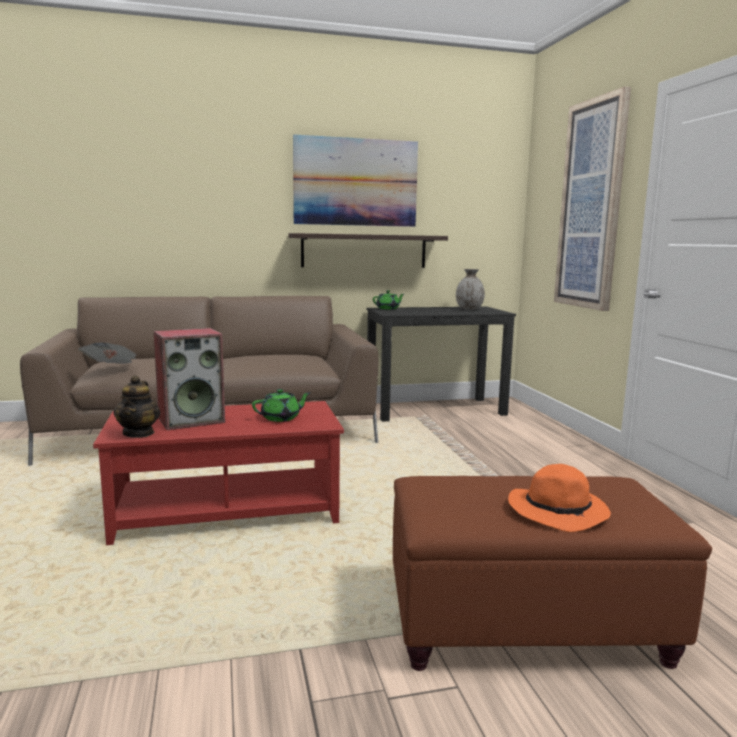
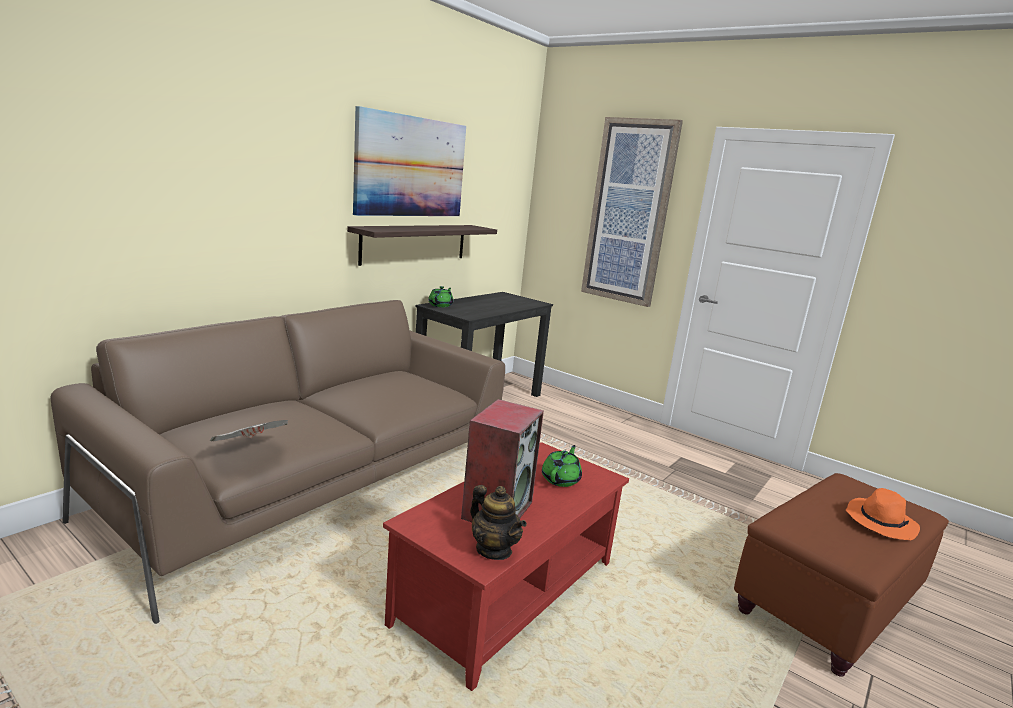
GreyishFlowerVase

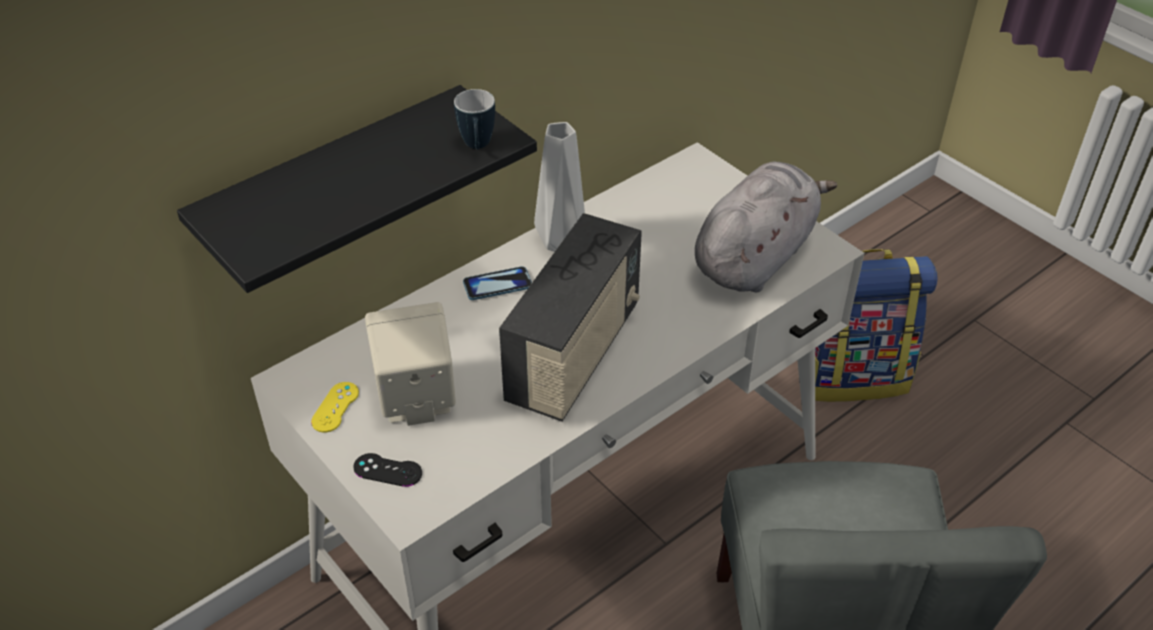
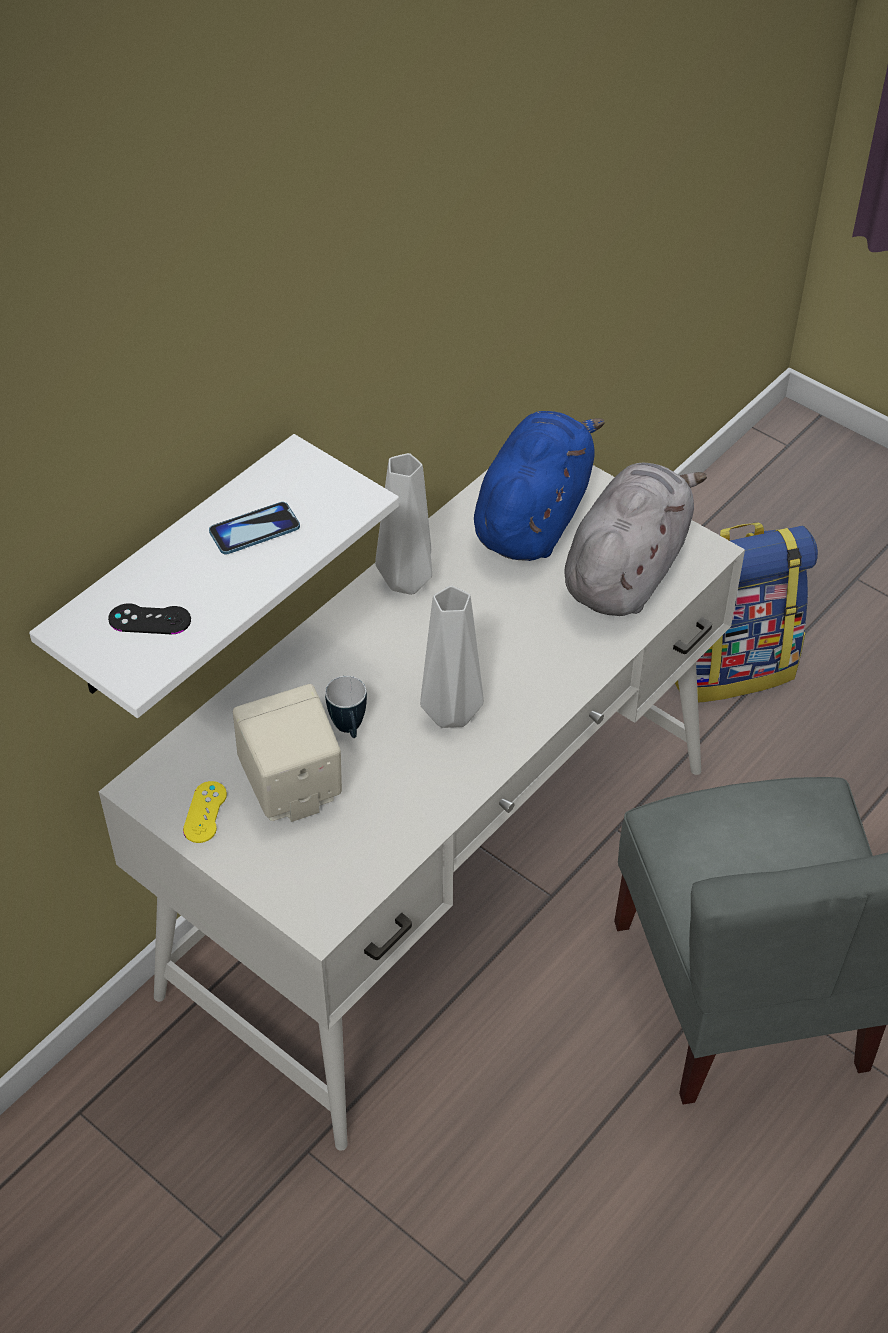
WhiteColouredShelf; BlackGamepad; Telephone; CoffeeMug; GreyishFlowerVase (2nd from left); BluishPlushToy

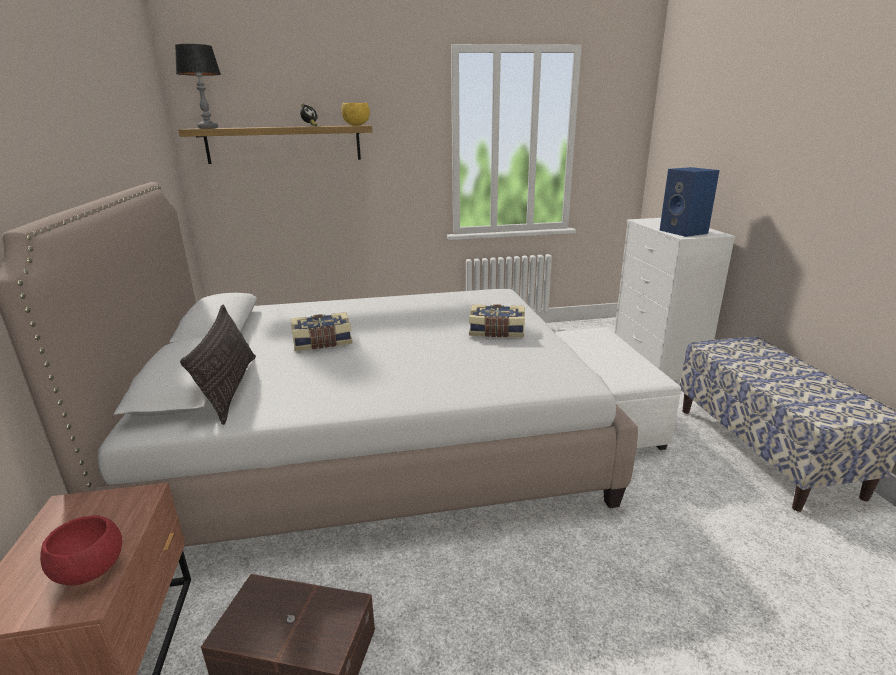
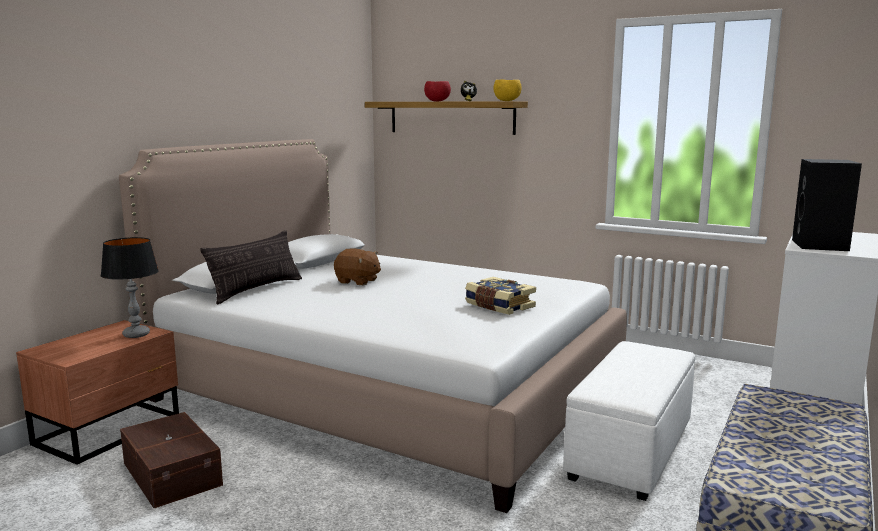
TabletopLamp; BrownishPlushToy; ReddishDeepDish; BlackAudioSpeaker

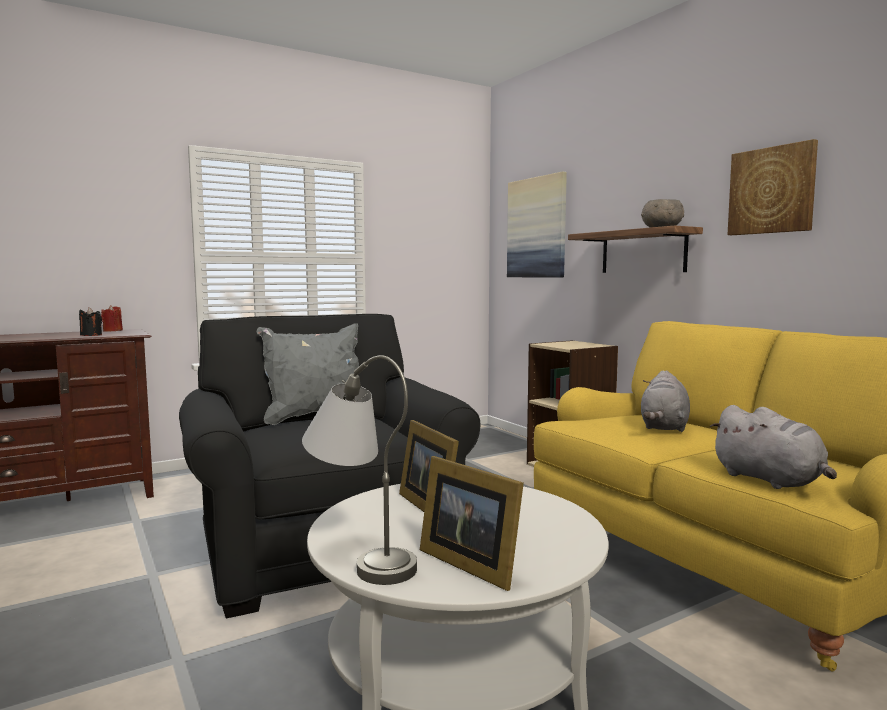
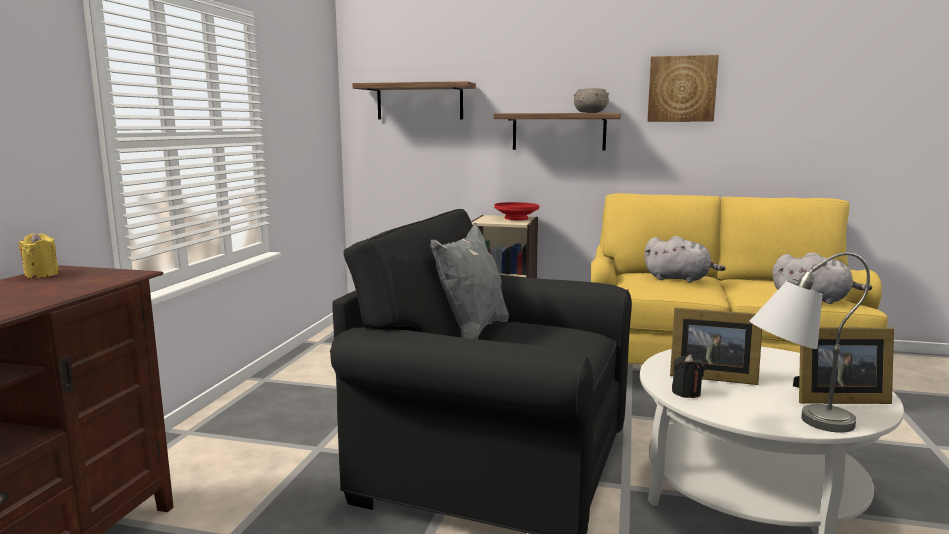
YellowishCandle; Shelf (1st from left); ReddishDeepDish; GreyishPlushToy (1st from left); BlackCandle

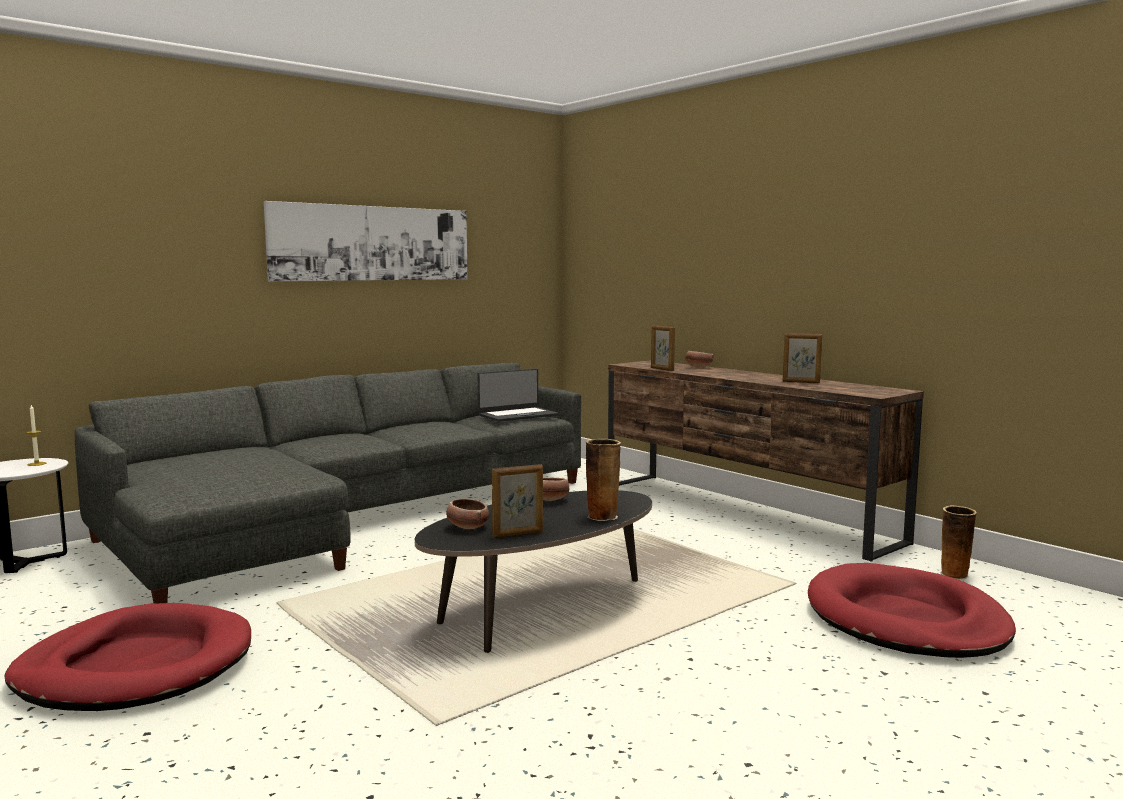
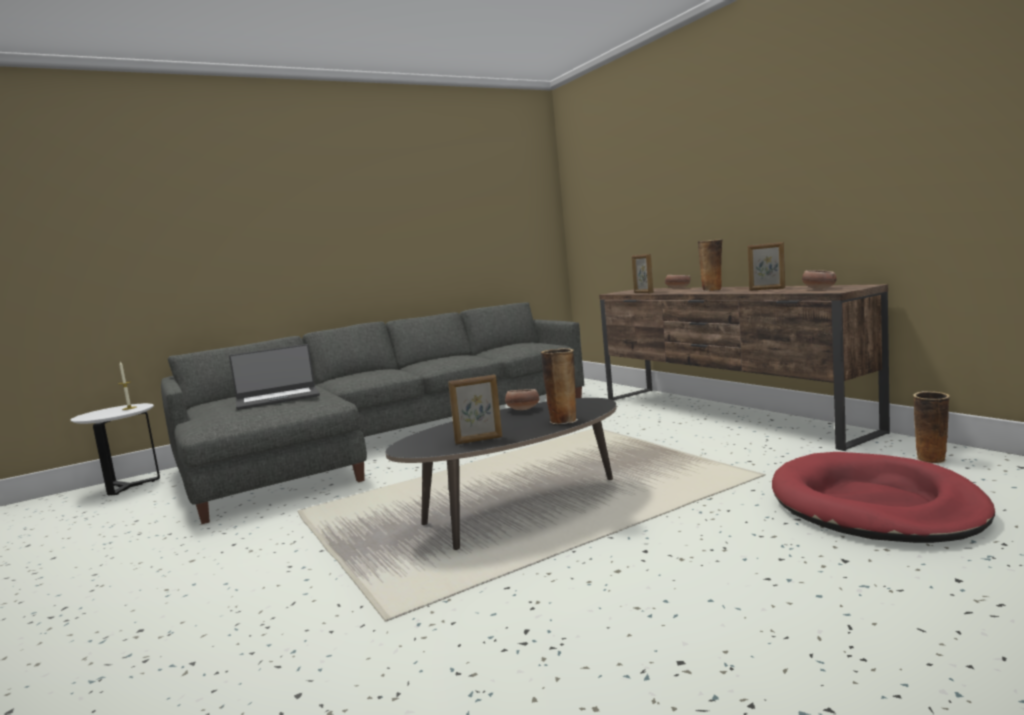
Laptop; FlowerVase (2nd from left); DeepDish (3rd from left); ReddishDogCushion (1st from left in the first image); Picture

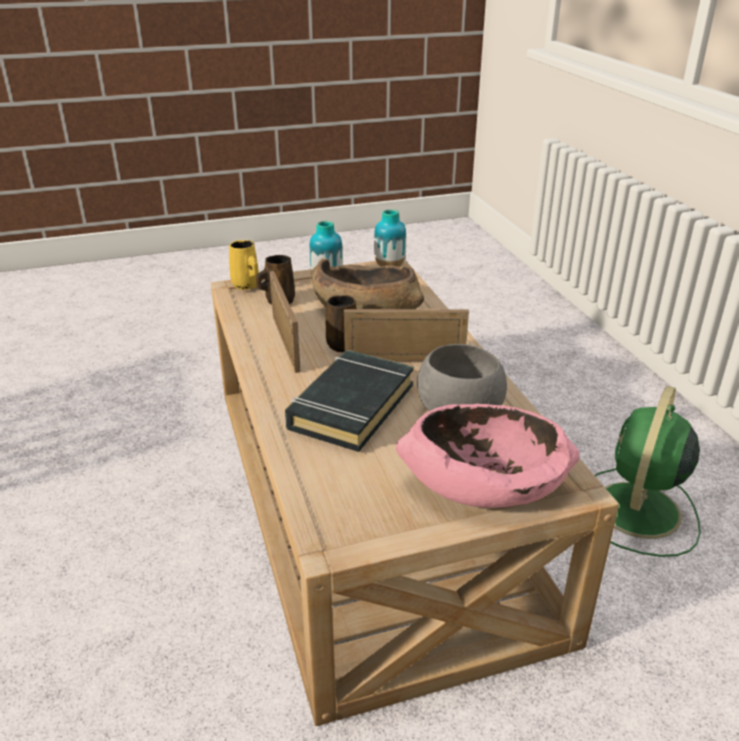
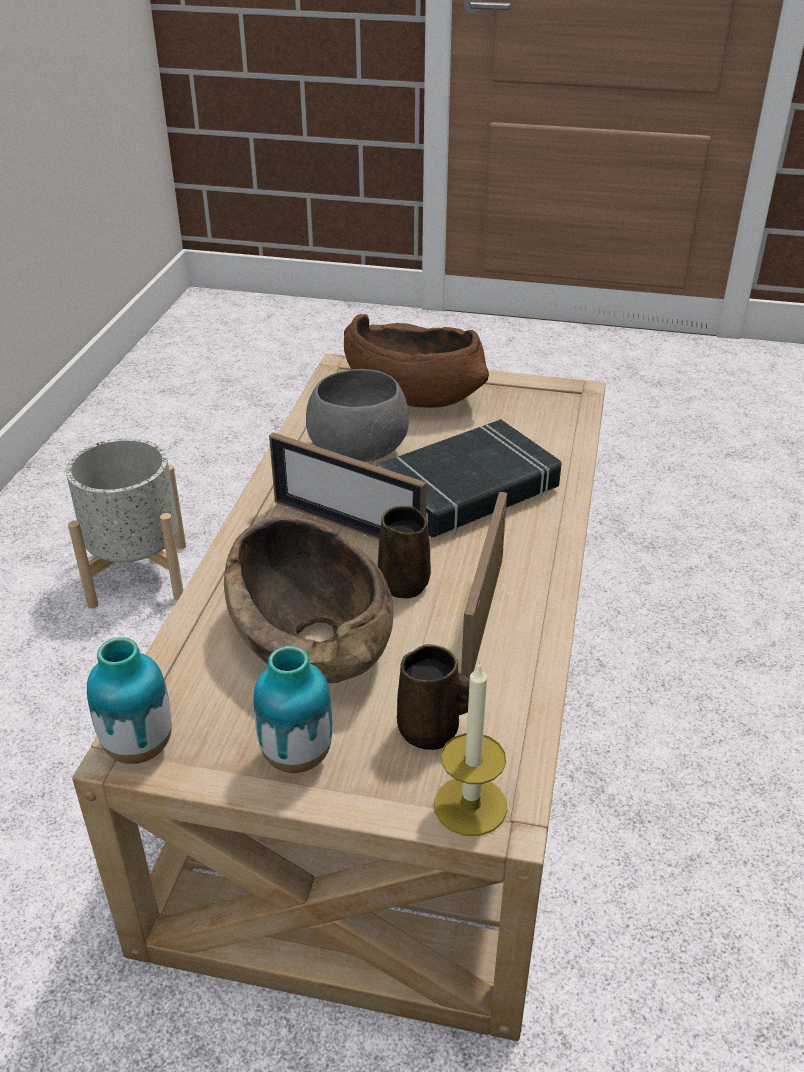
GreyishFlowerPot; BrownishDeepDish (2nd from left); Candle

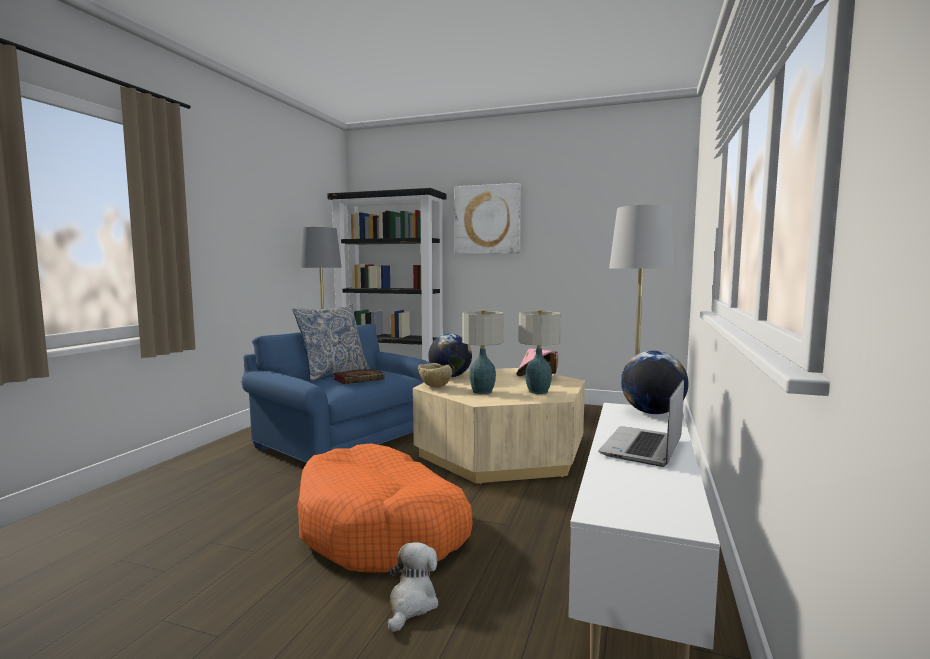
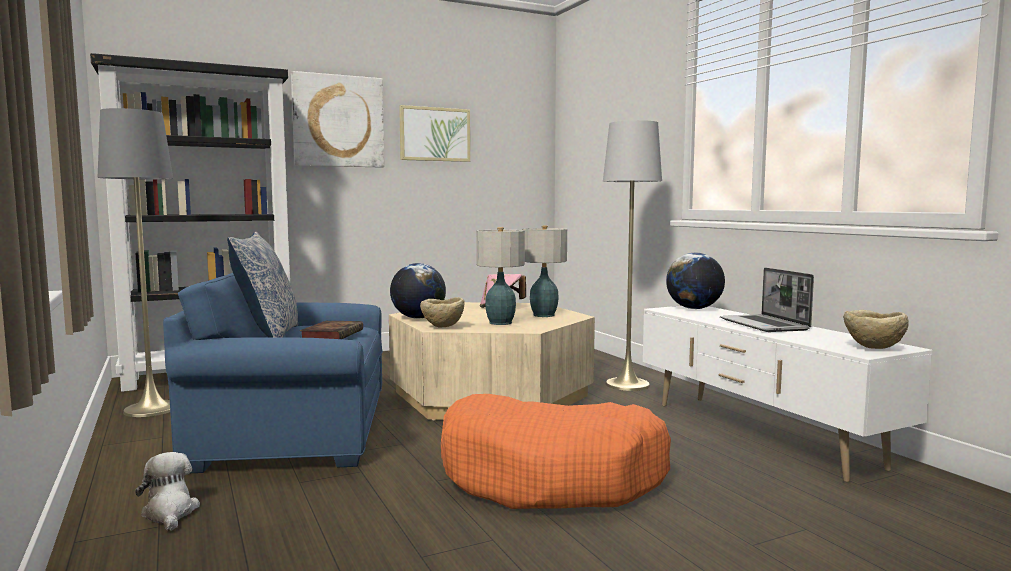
PlushToy; Picture (2nd from left); BeigeDeepDish (2nd from left)

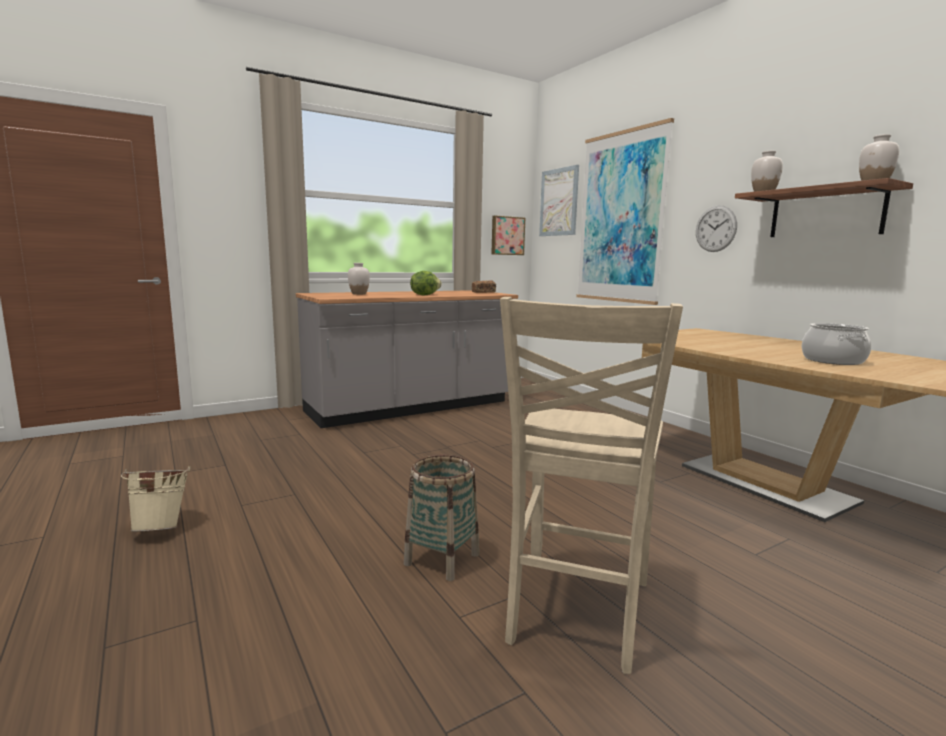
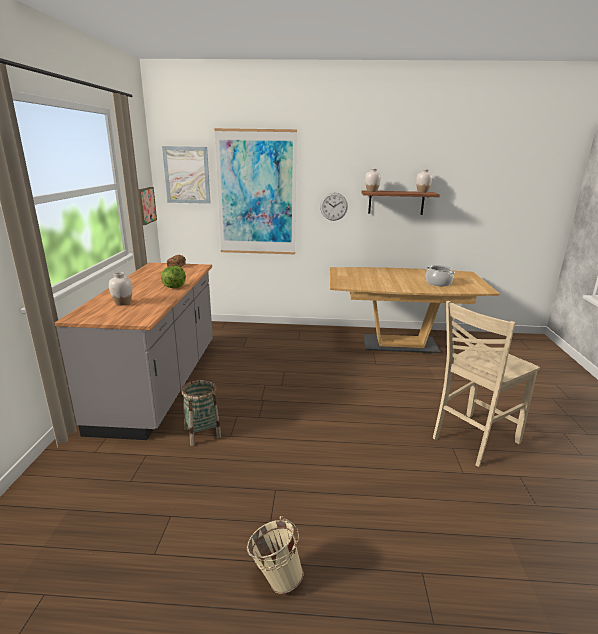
HouseholdBasket; BeigePlainChair

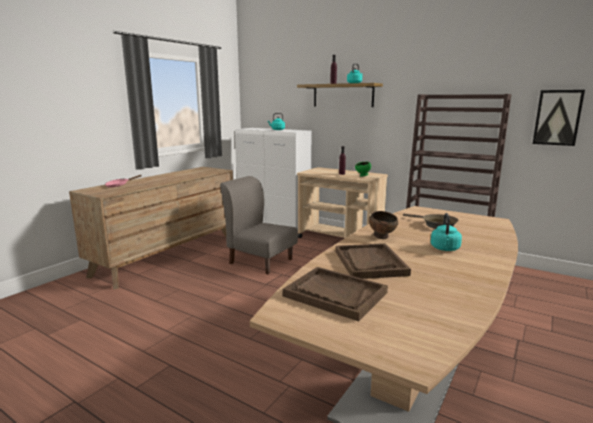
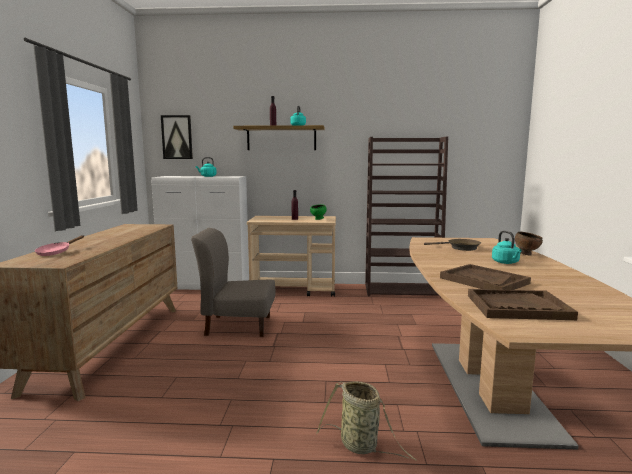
Picture; HouseholdBasket; BrownishDeepDish

